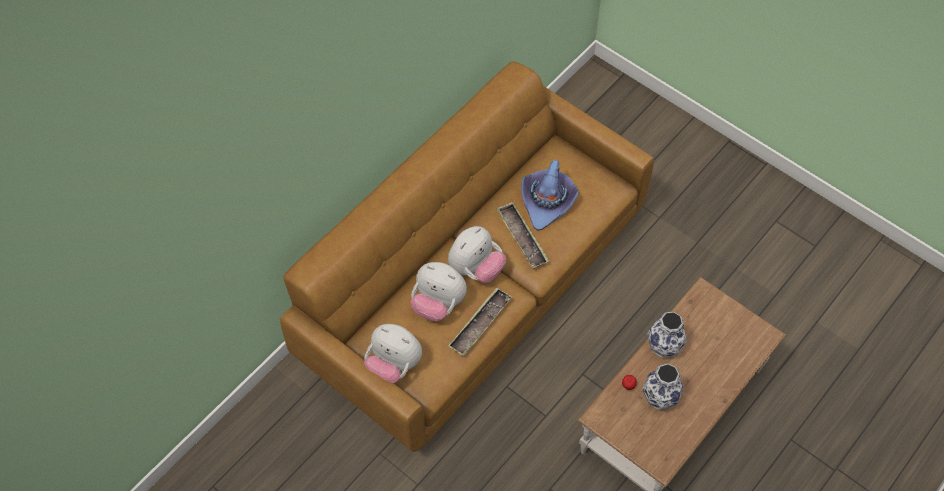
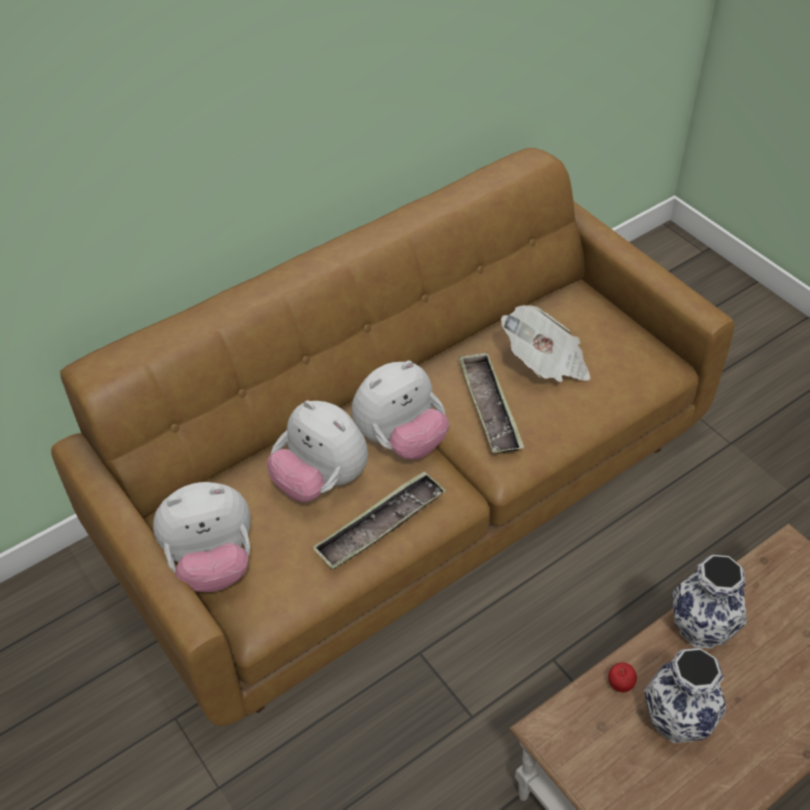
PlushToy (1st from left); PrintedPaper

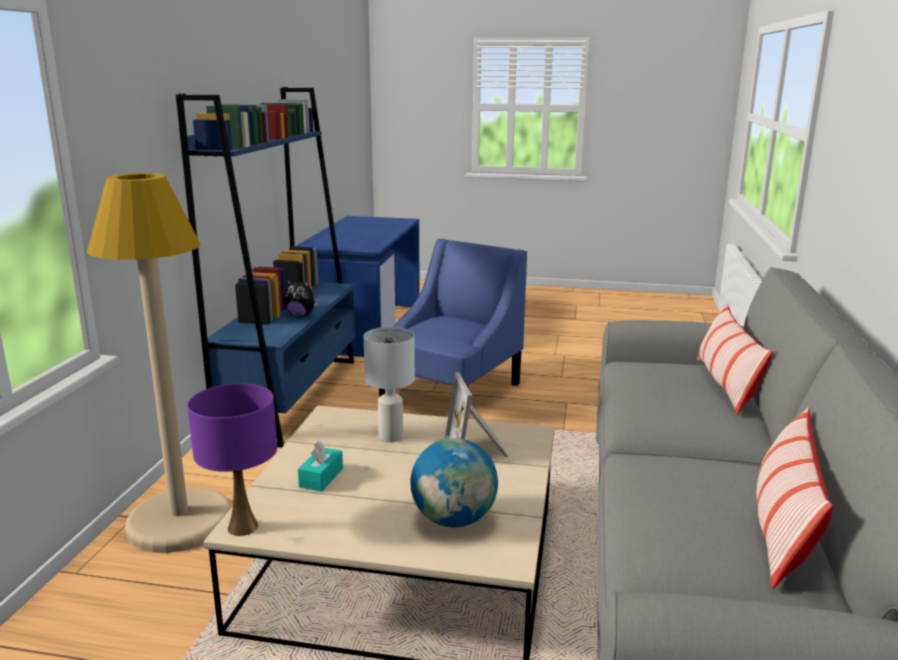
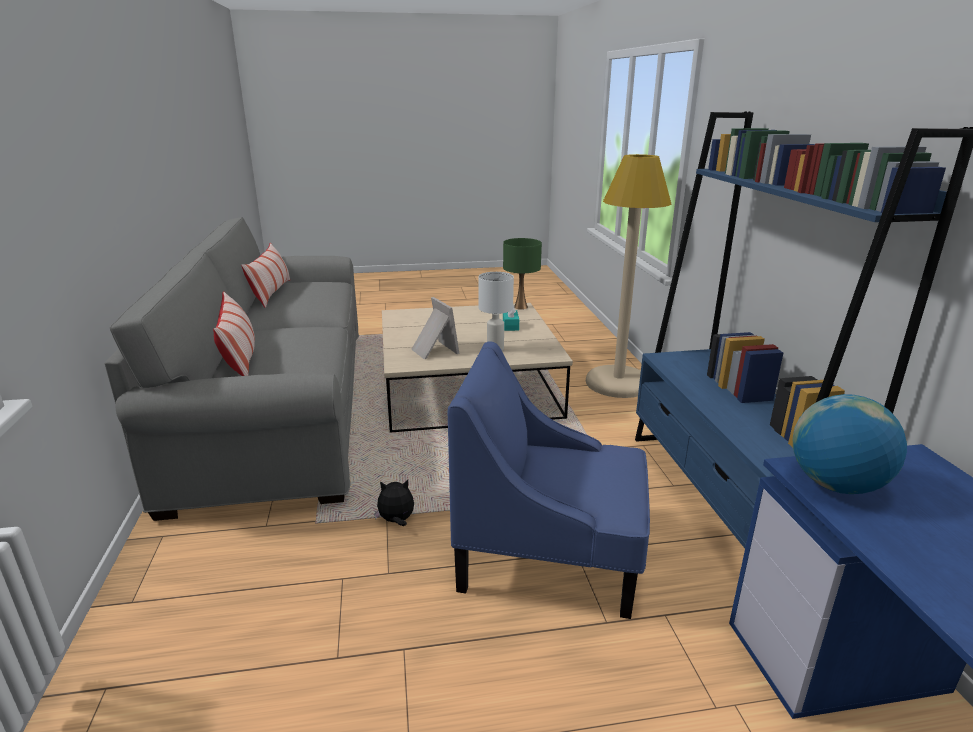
PlushToy; BluishEasyChair; GreenishTabletopLamp; WorldGlobe

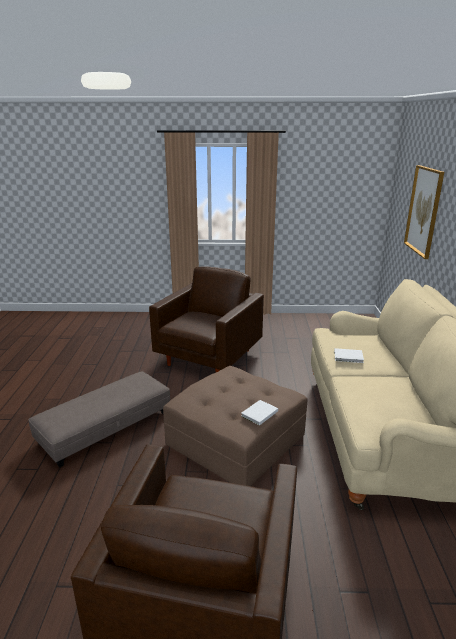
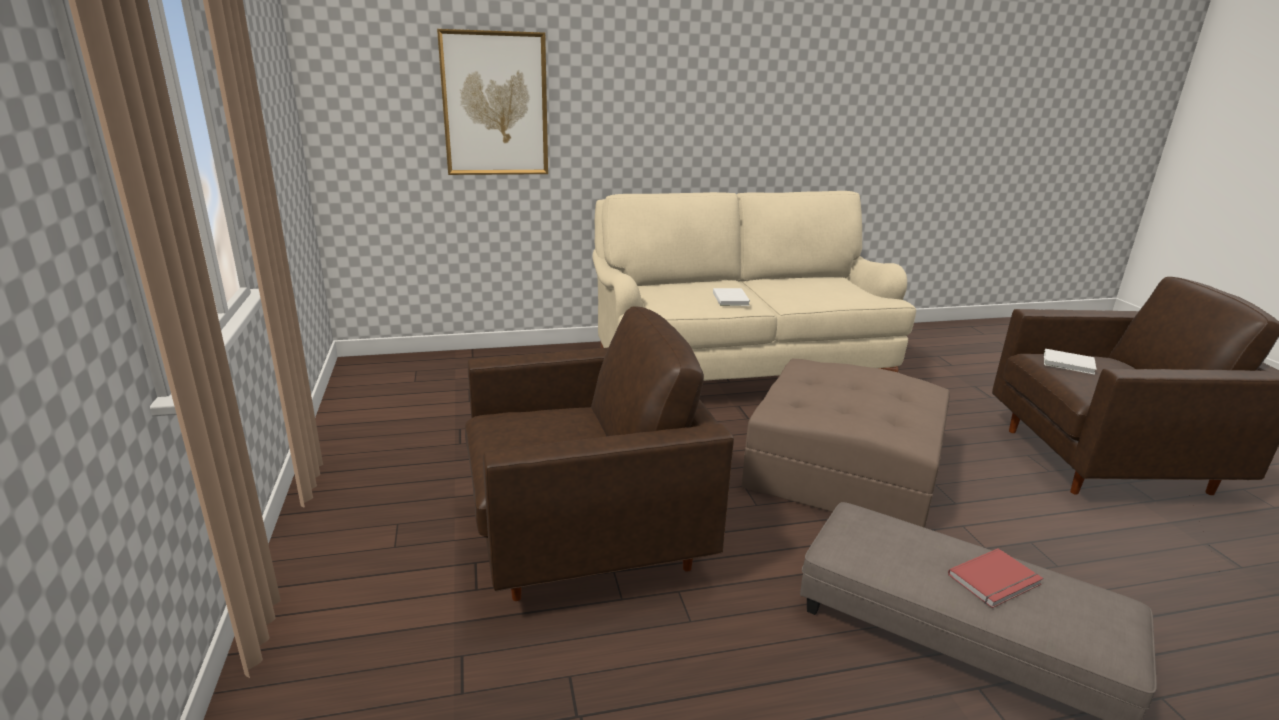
BrownishEasyChair (1st from left); ReddishVolume; WhiteColouredVolume (2nd from left)

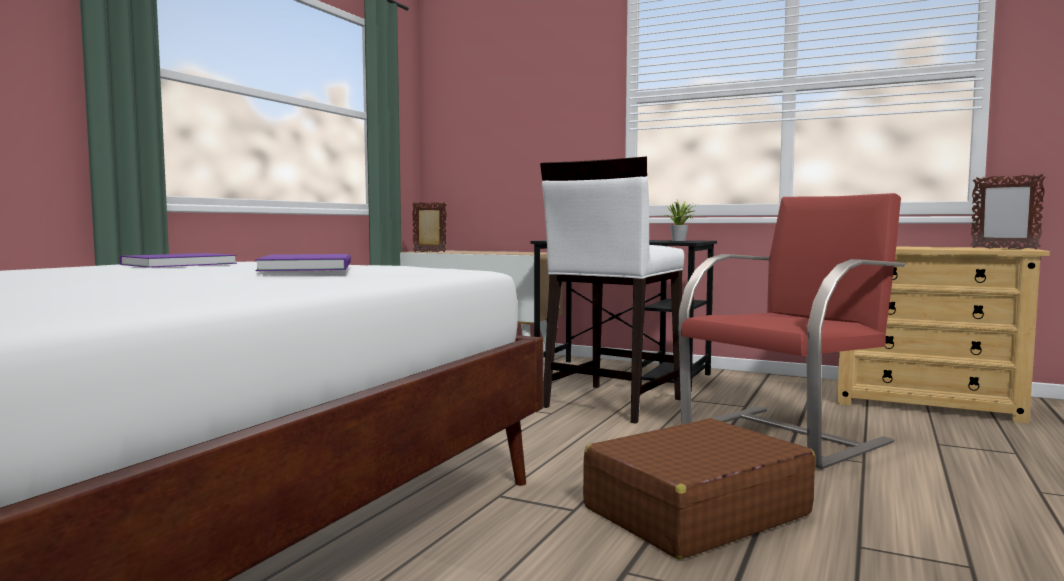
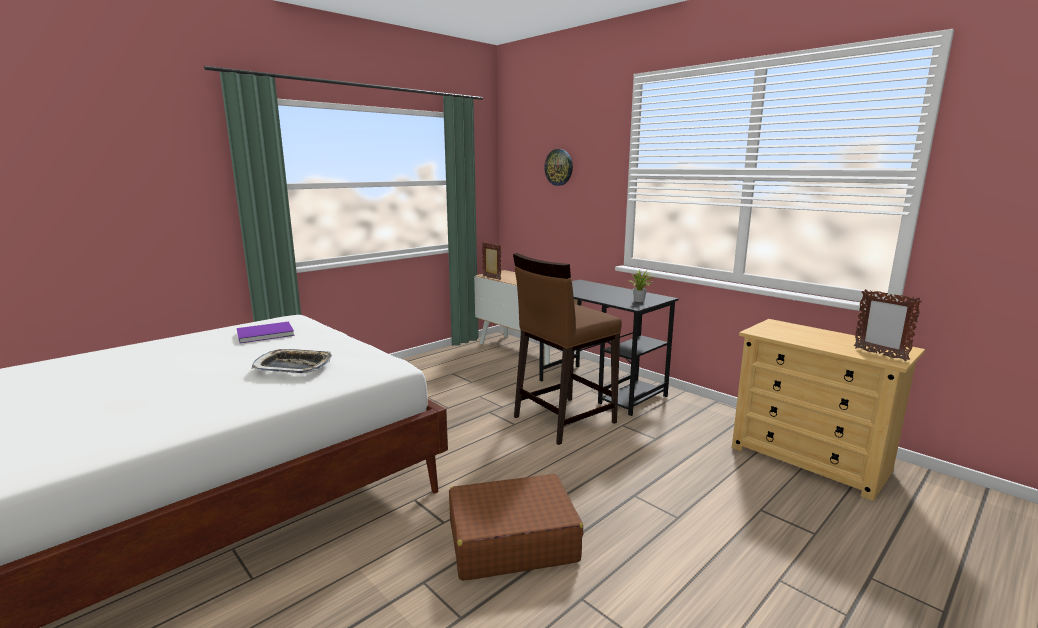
Tray; BrownishSittingStool; WallClock; ReddishEasyChair

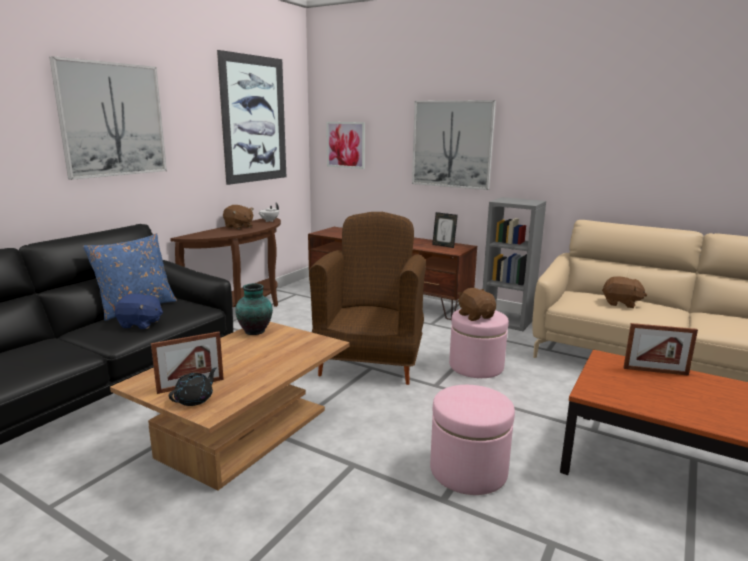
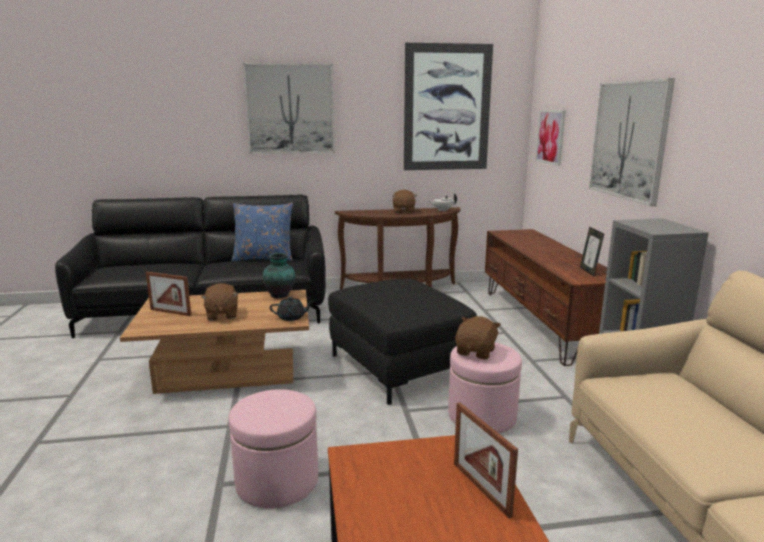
BrownishPlushToy (1st from left); BlackTeaPot; BlackOttoman; BluishPlushToy

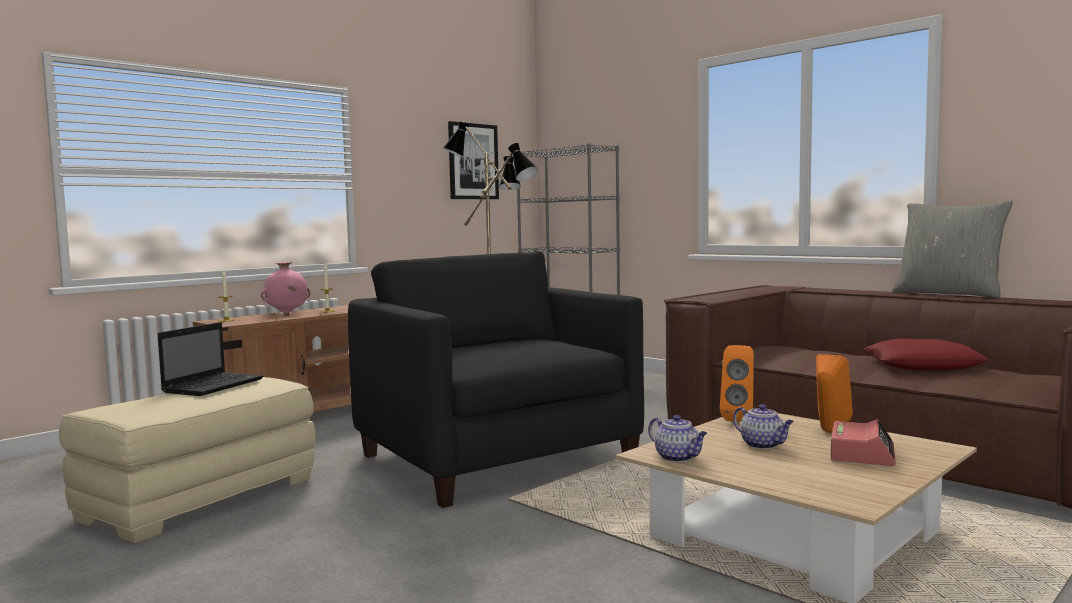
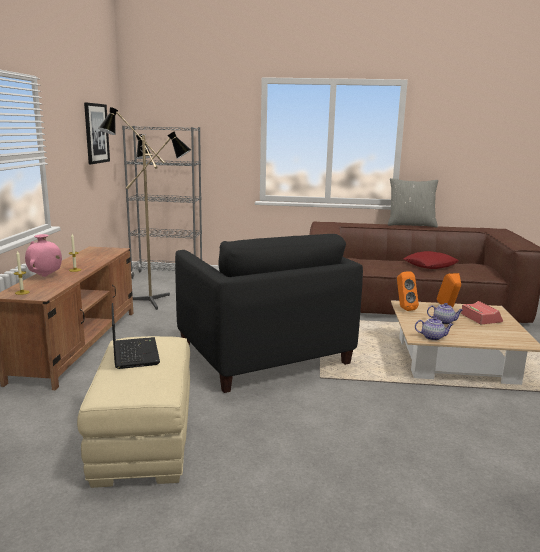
BlackEasyChair

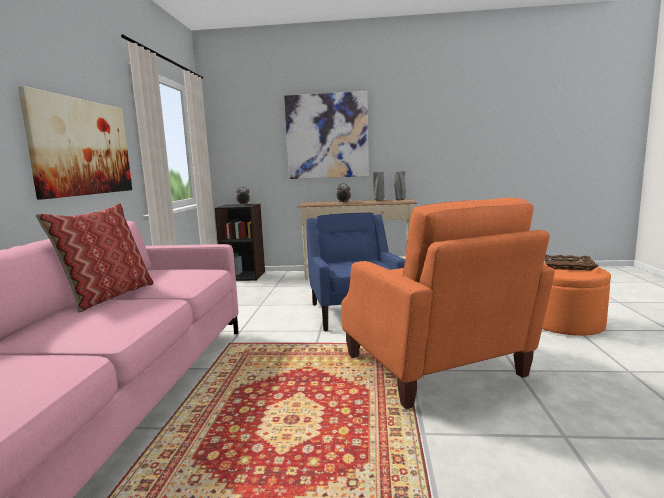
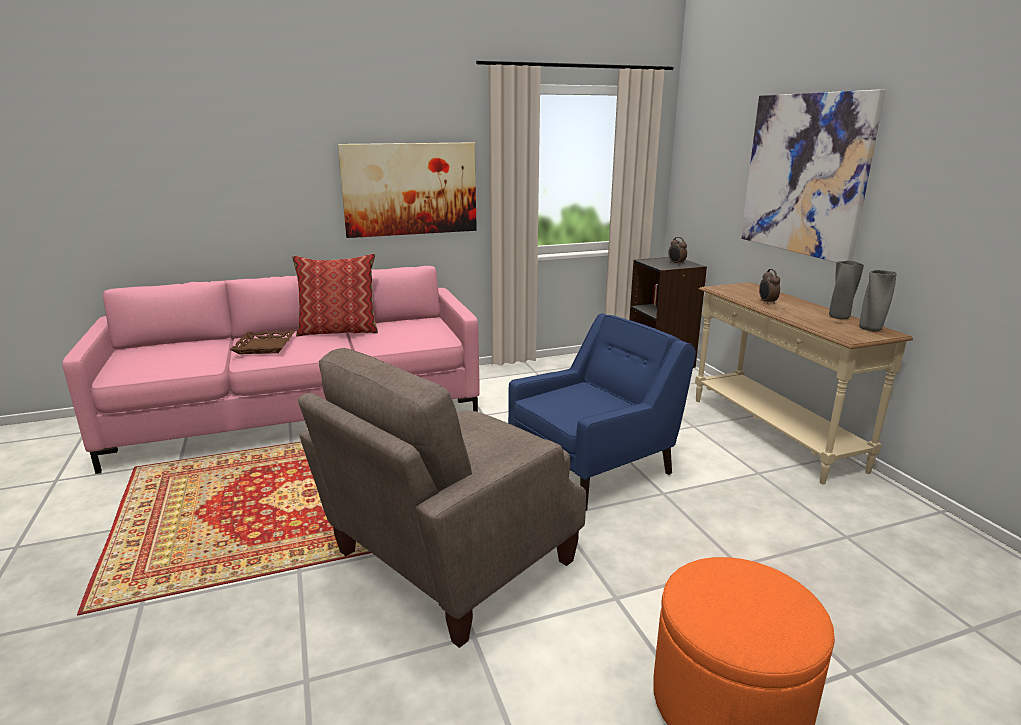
BrownishTray; BeigeEasyChair

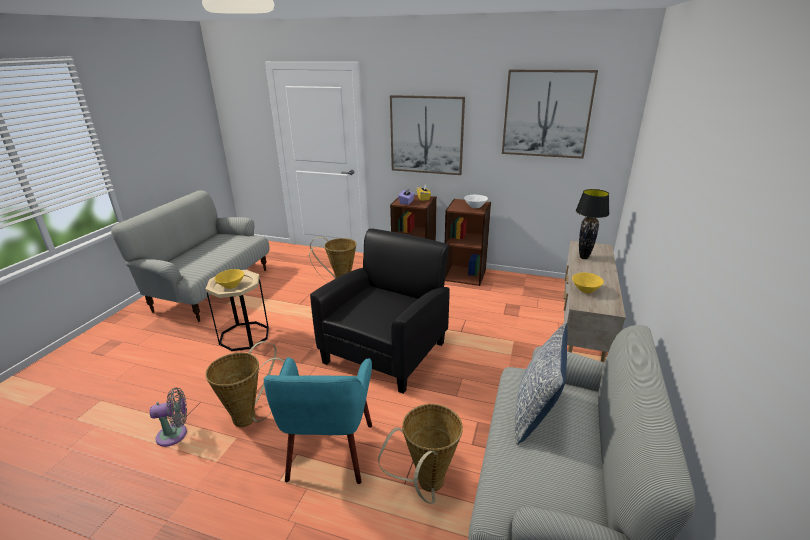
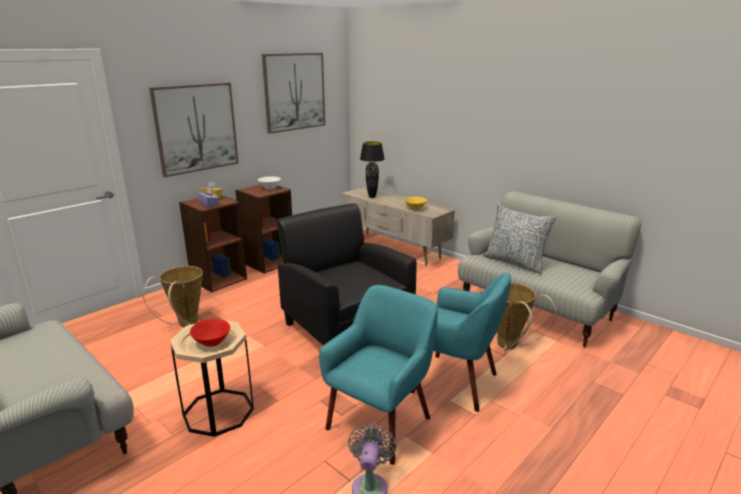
ReddishDeepDish; TurquoiseColouredEasyChair (1st from left)

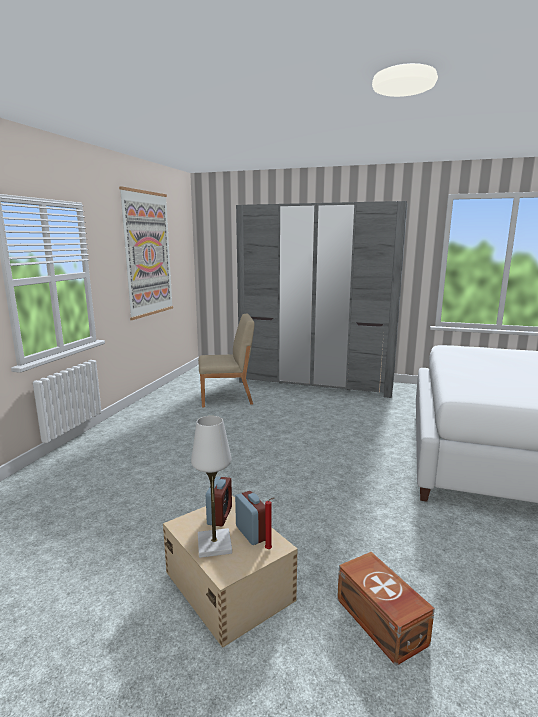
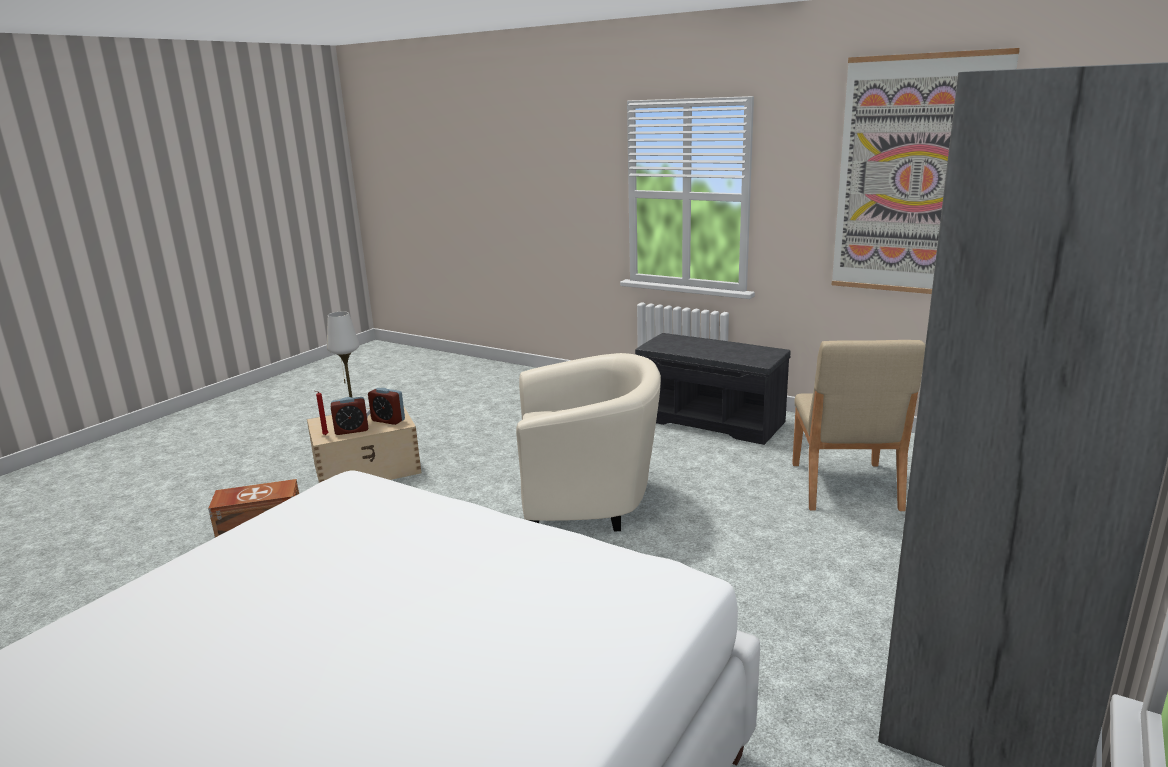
BeigeEasyChair; GreyishIndoorBench

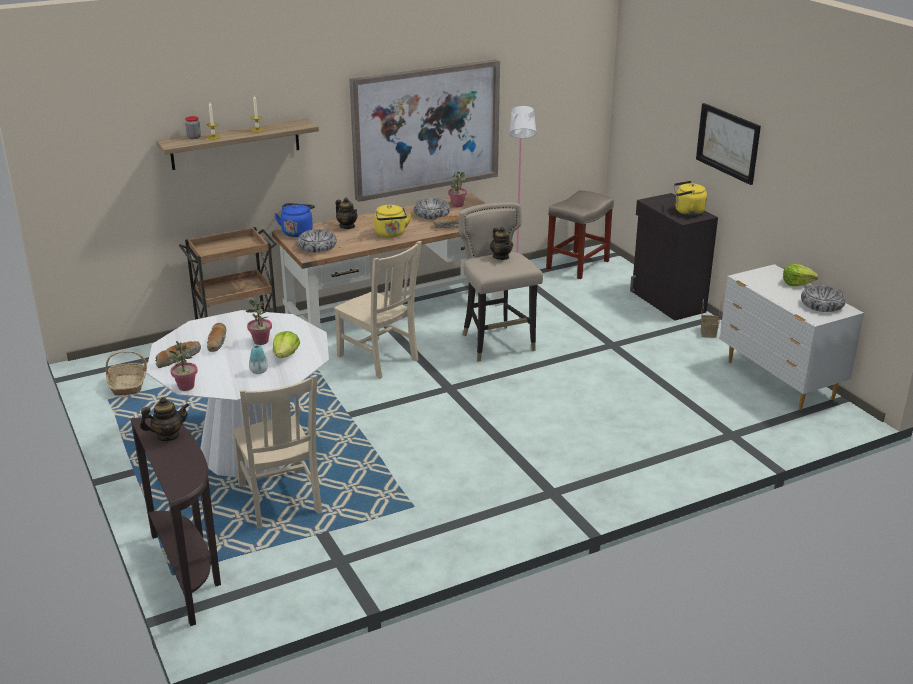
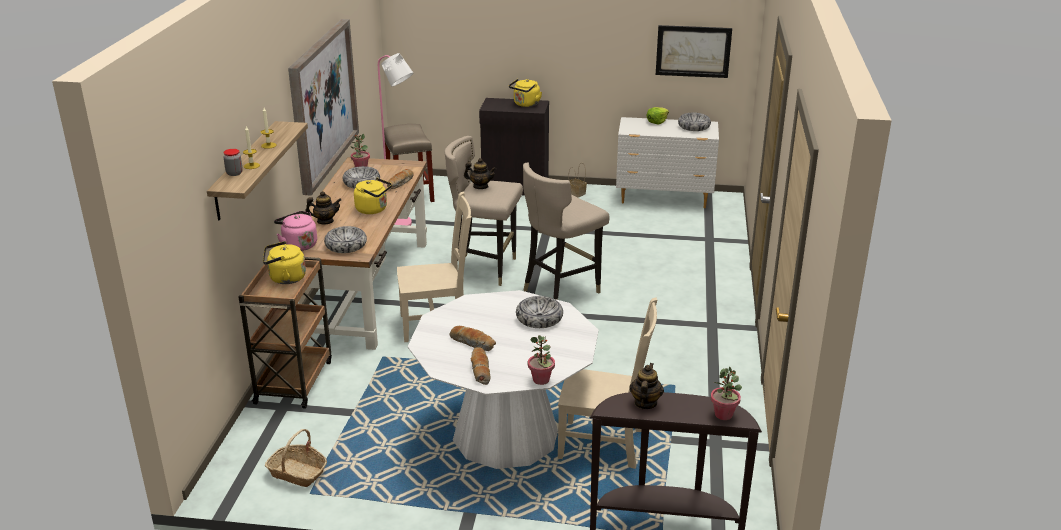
YellowishTeaKettle (1st from left); PinkColouredTeaKettle; DeepDish (3rd from left); BeigeSittingStool (3rd from left); Picture (2nd from left); PottedPlant (3rd from left); FlowerVase

